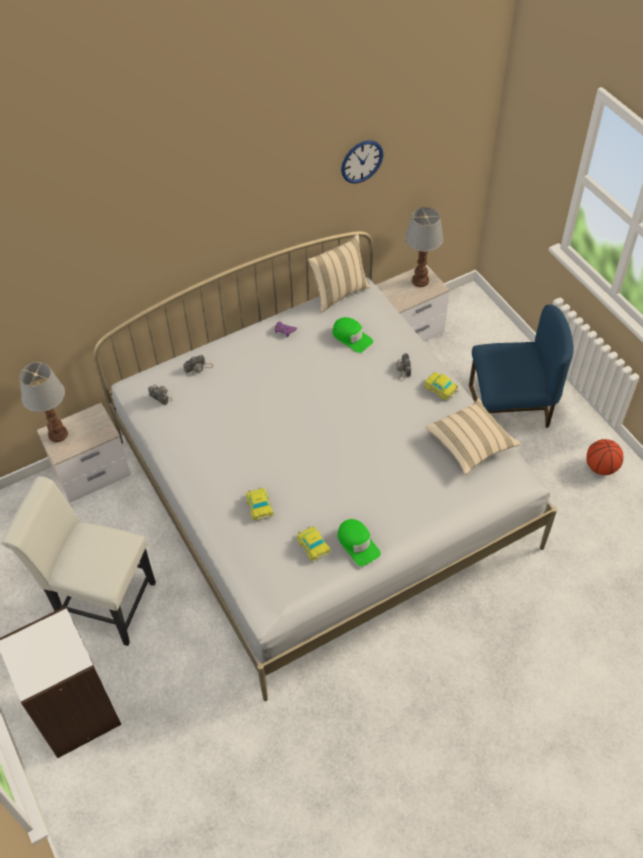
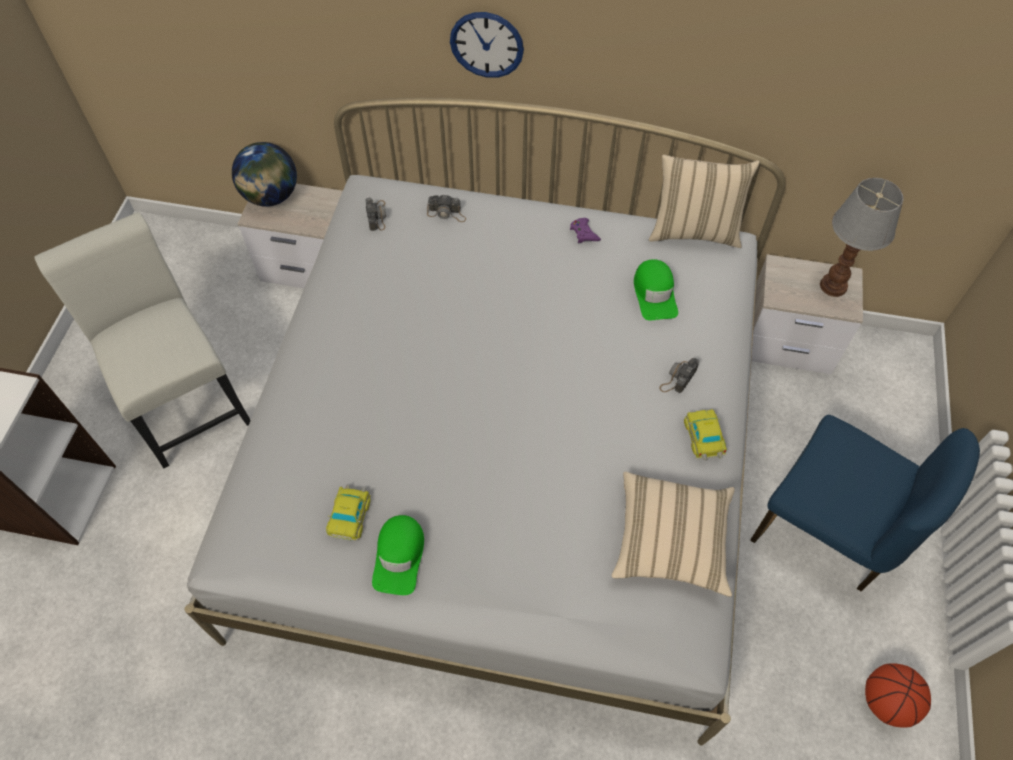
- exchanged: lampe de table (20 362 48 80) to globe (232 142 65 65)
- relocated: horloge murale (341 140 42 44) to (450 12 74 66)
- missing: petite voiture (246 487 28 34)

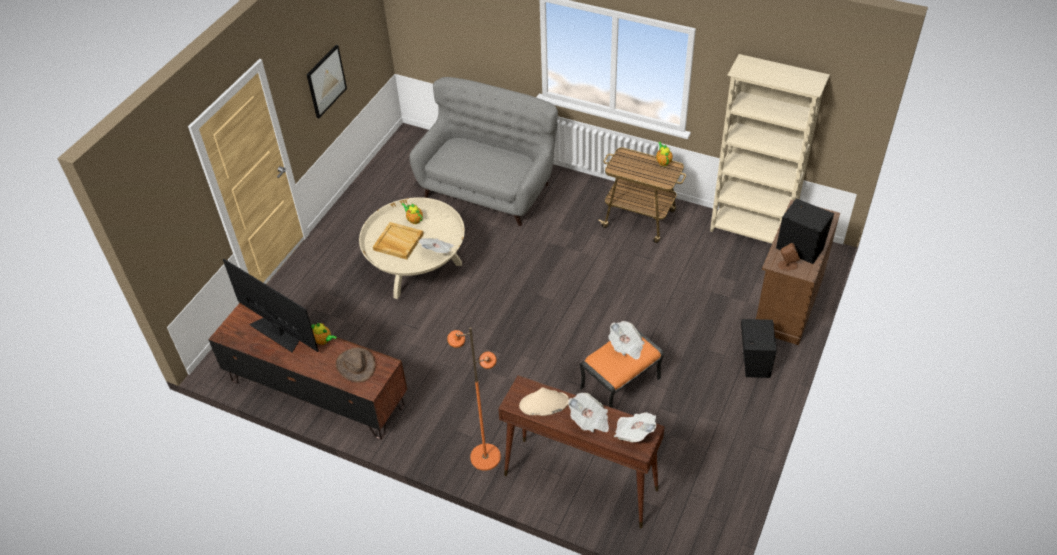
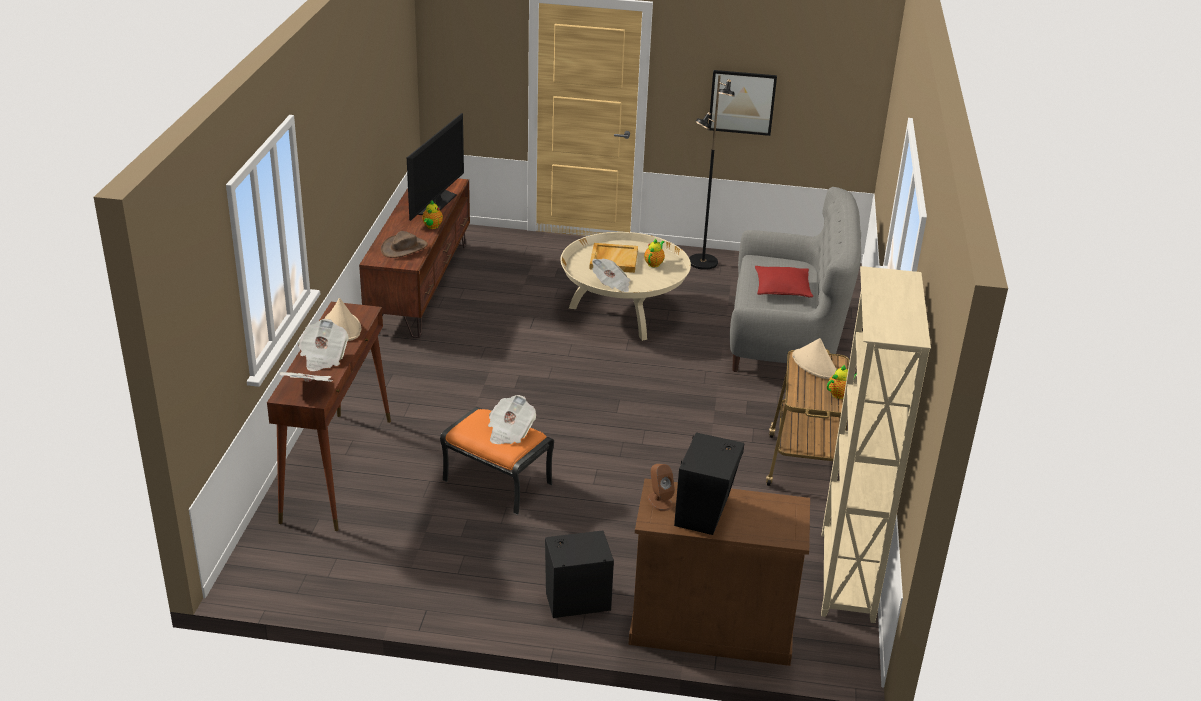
- appeared: lampadaire/noir (689 75 46 195)
- appeared: coussin/rouge (755 266 58 31)
- appeared: chapeau/beige (792 338 44 41)
- missing: lampadaire/orange (447 327 54 144)

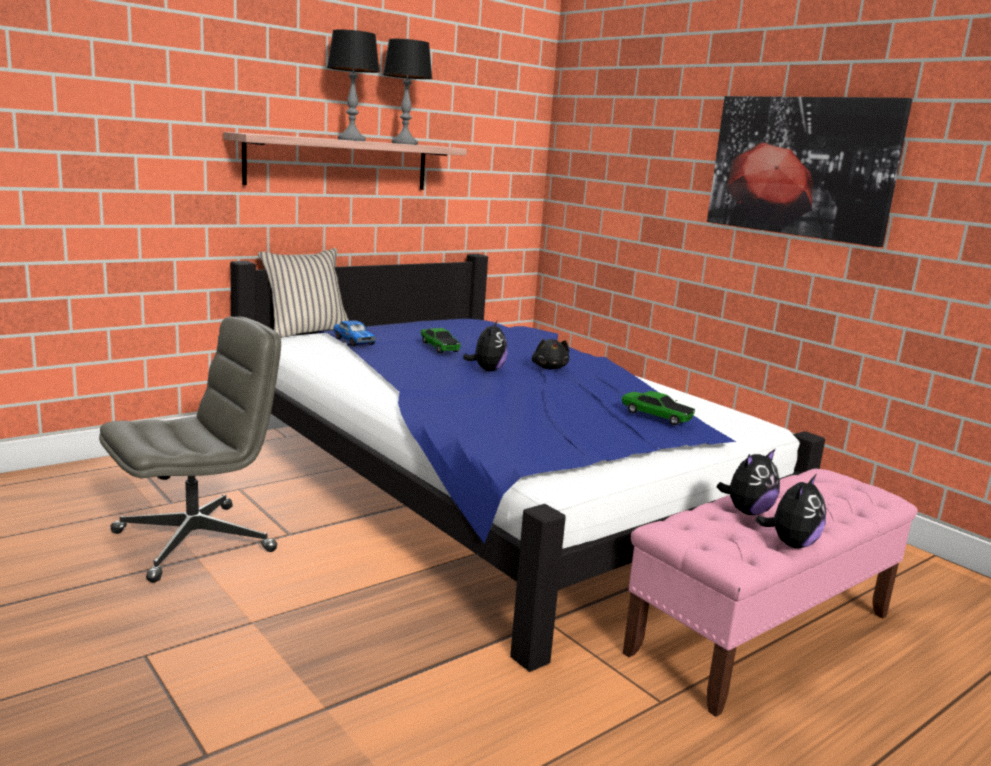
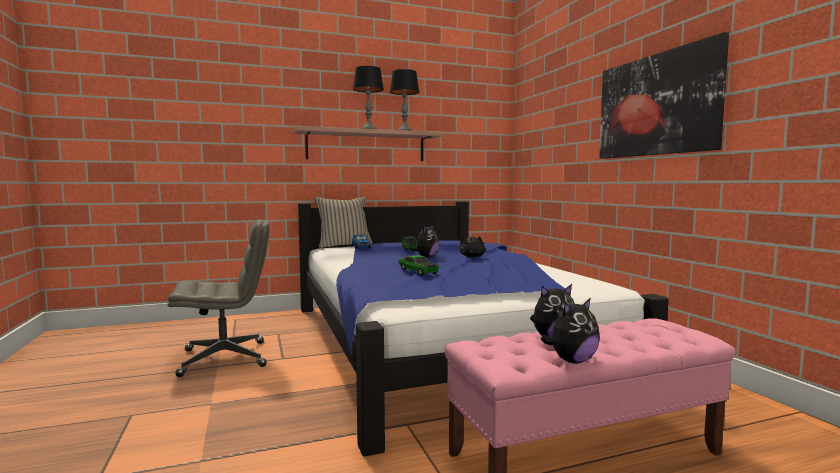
- relocated: petite voiture (622 391 73 34) to (398 255 41 21)

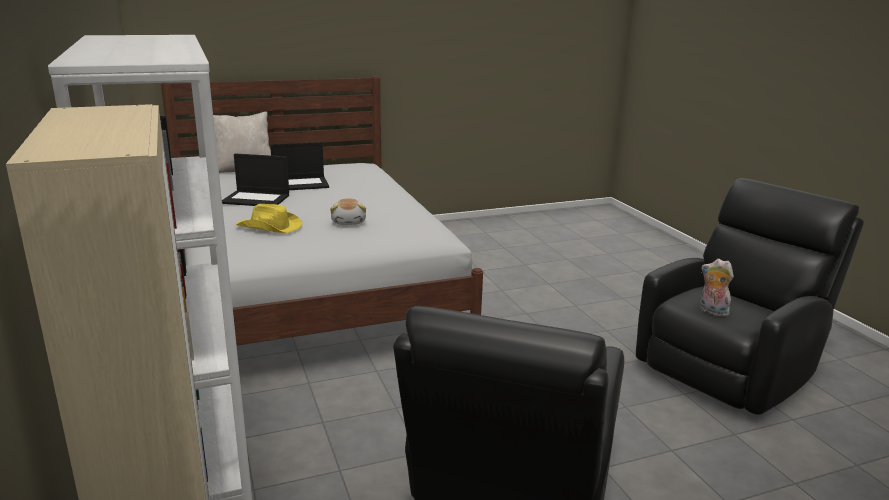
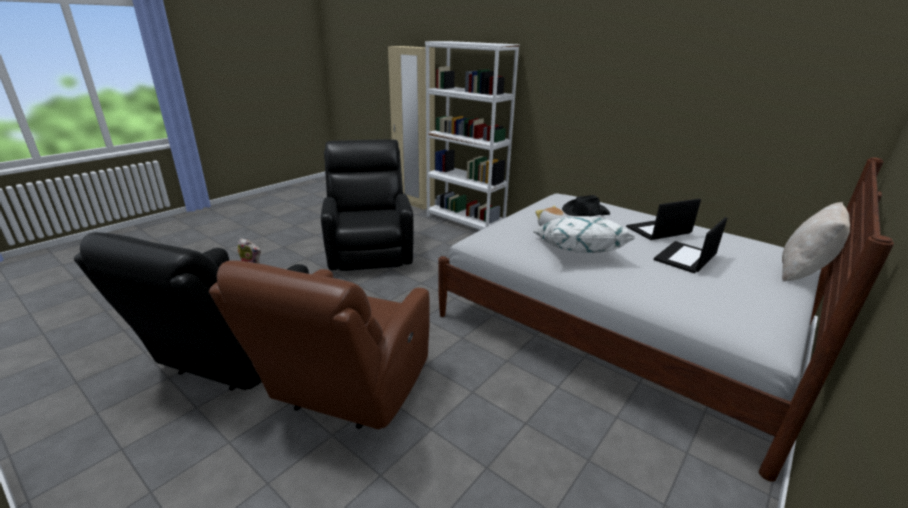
- appeared: fauteuil/marron (209 260 221 169)
- appeared: coussin/blanc (533 216 103 37)
- colour: chapeau/jaune (236 204 66 29) to chapeau/noir (562 195 48 21)

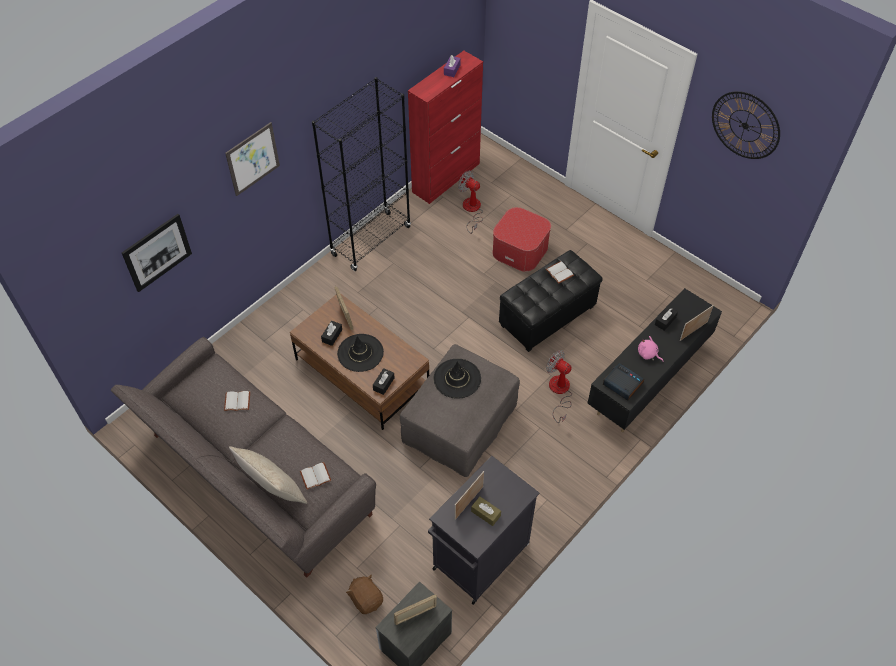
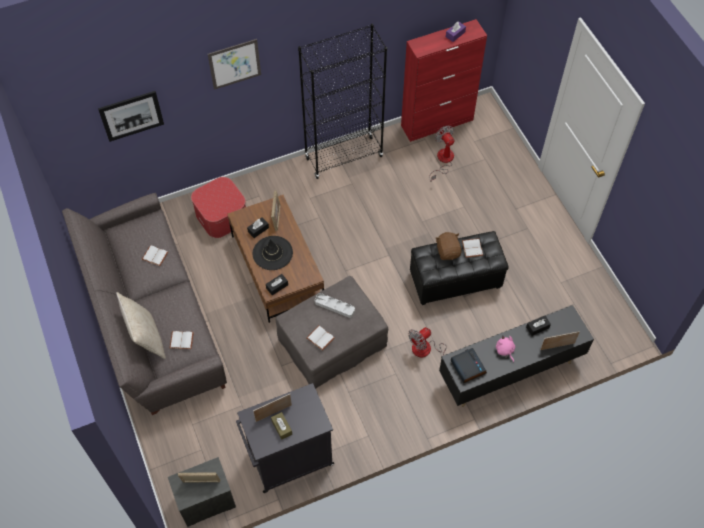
- relocated: pouf (493 207 58 65) to (191 177 55 61)
- appeared: livre/blanc (307 325 28 26)
- exchanged: chapeau/noir (434 359 47 40) to plateau/gris (315 293 40 25)
- spun: ventilateur (546 350 26 73) = (408 327 59 31) 105 degrees counterclockwise
- relocated: peluche/marron (346 575 37 39) to (436 232 26 28)
- missing: horloge murale (712 91 68 68)

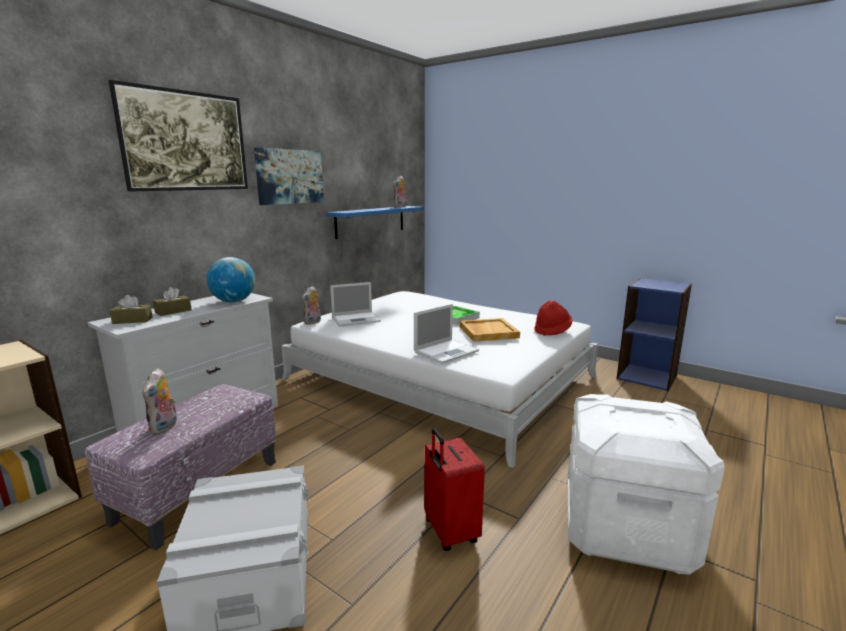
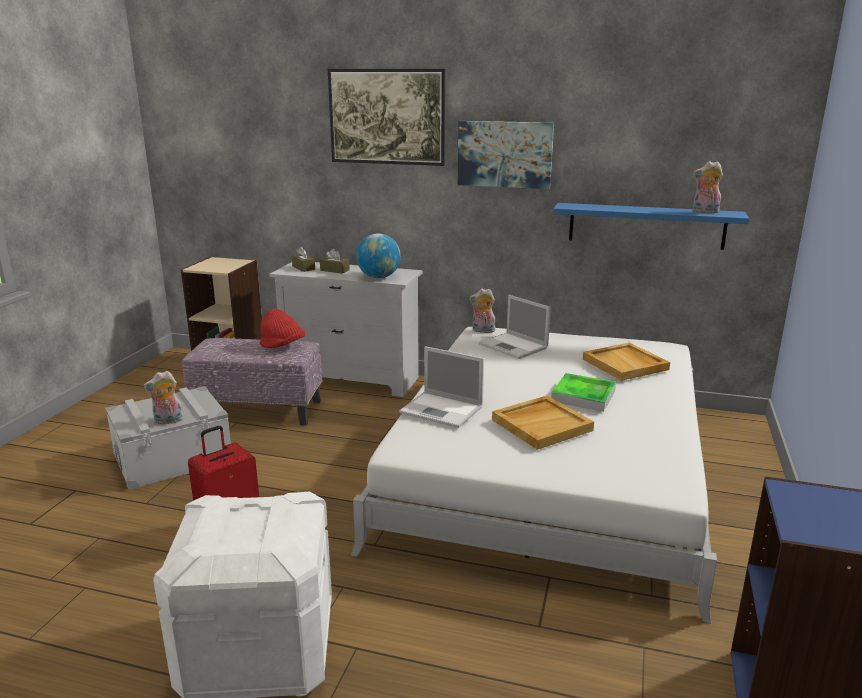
- relocated: peluche (142 368 35 67) to (144 371 40 54)
- relocated: chapeau/rouge (534 300 39 36) to (260 309 45 39)
- appeared: plateau/beige (583 343 87 38)

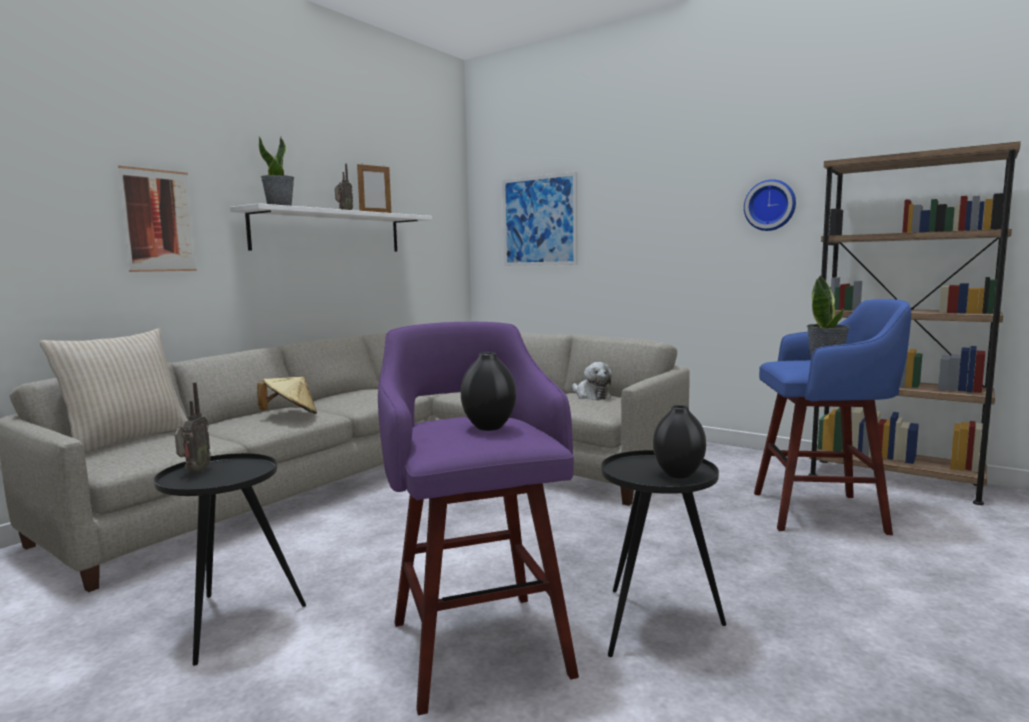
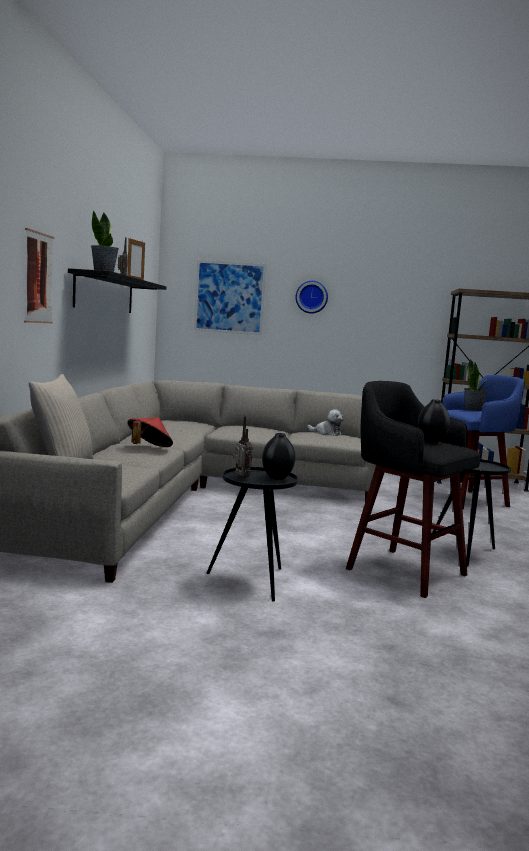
- colour: étagère/blanc (230 203 202 49) to étagère/noir (68 268 98 45)
- colour: chapeau/beige (257 377 60 37) to chapeau/rouge (127 417 46 30)
- relocated: vase/noir (653 405 53 74) to (262 433 33 47)
- relocated: horloge murale (744 179 52 52) to (296 281 32 33)
- colour: tabouret/violet (378 322 201 393) to tabouret/noir (346 381 135 217)

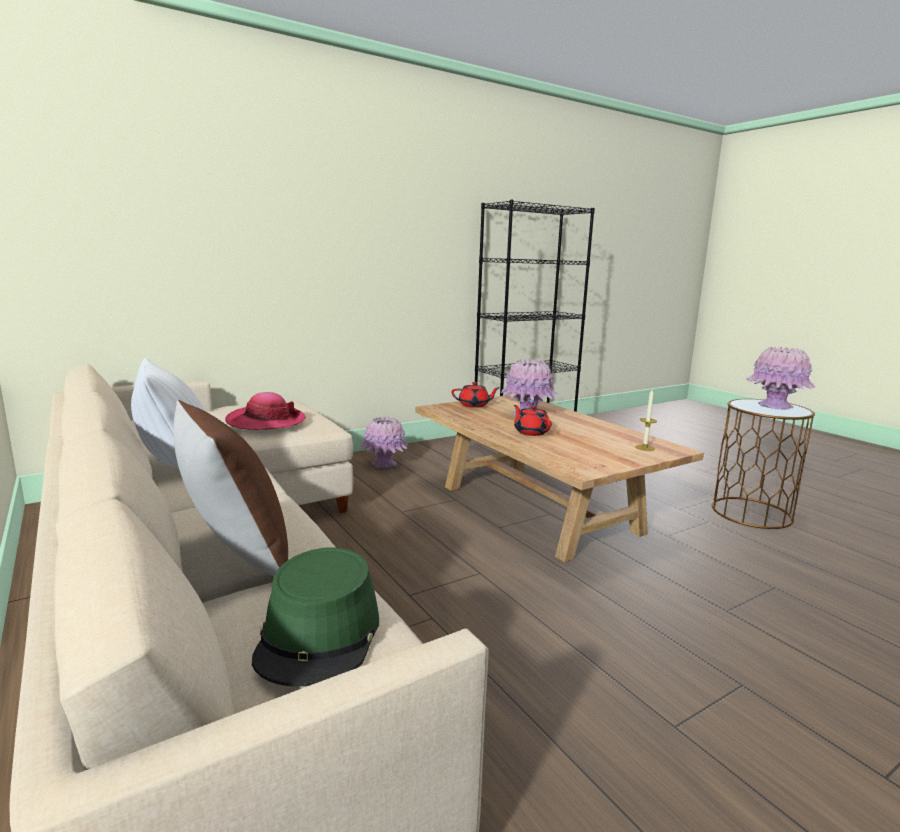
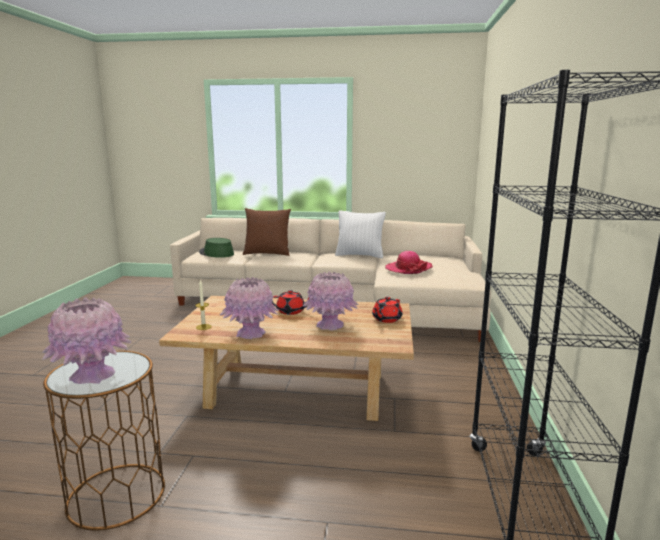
- relocated: vase/rose (359 417 49 51) to (220 277 59 62)

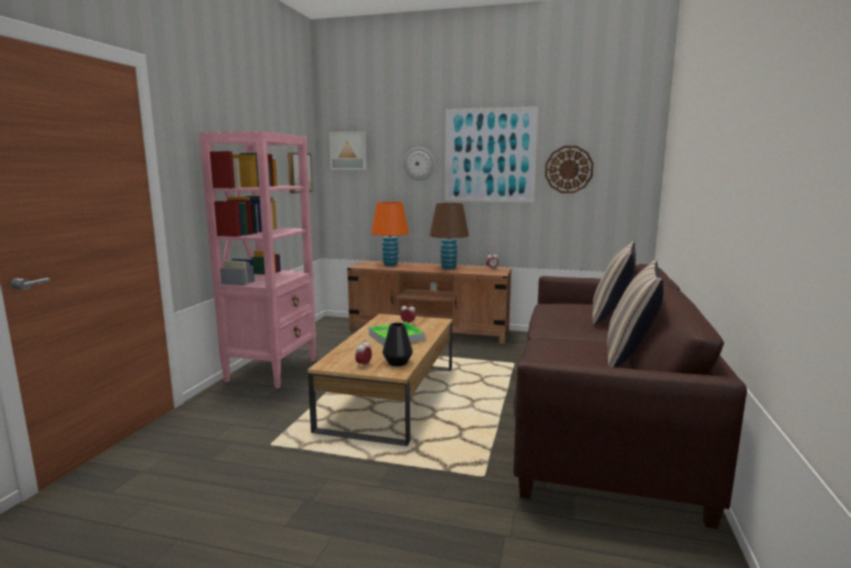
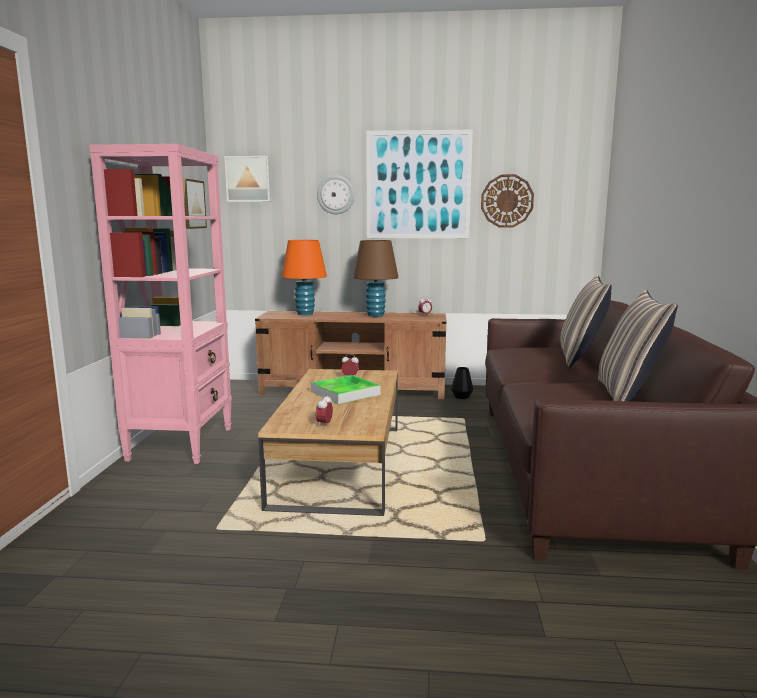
- relocated: vase/noir (382 323 31 43) to (451 367 23 32)

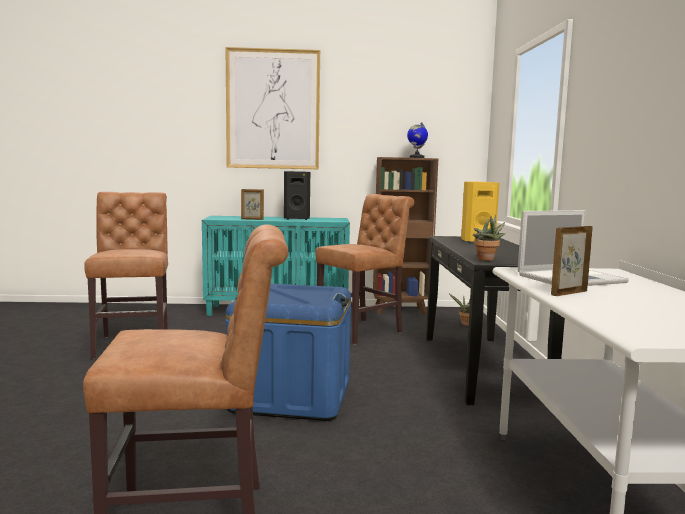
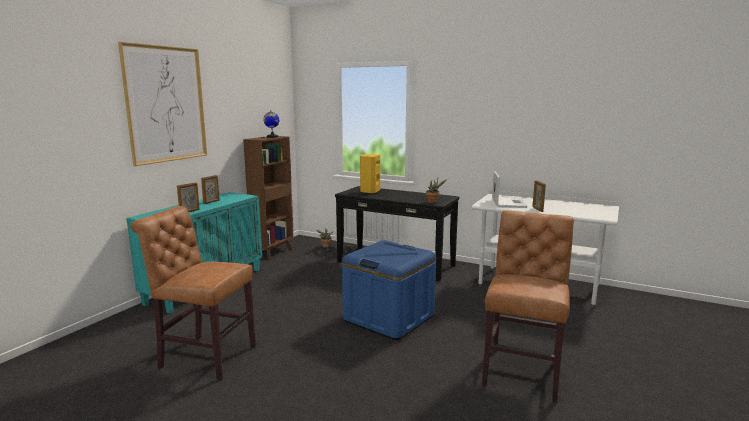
- exchanged: enceinte/noir (284 171 26 49) to cadre photo (201 175 19 29)
- missing: chaise/marron (316 194 98 150)

